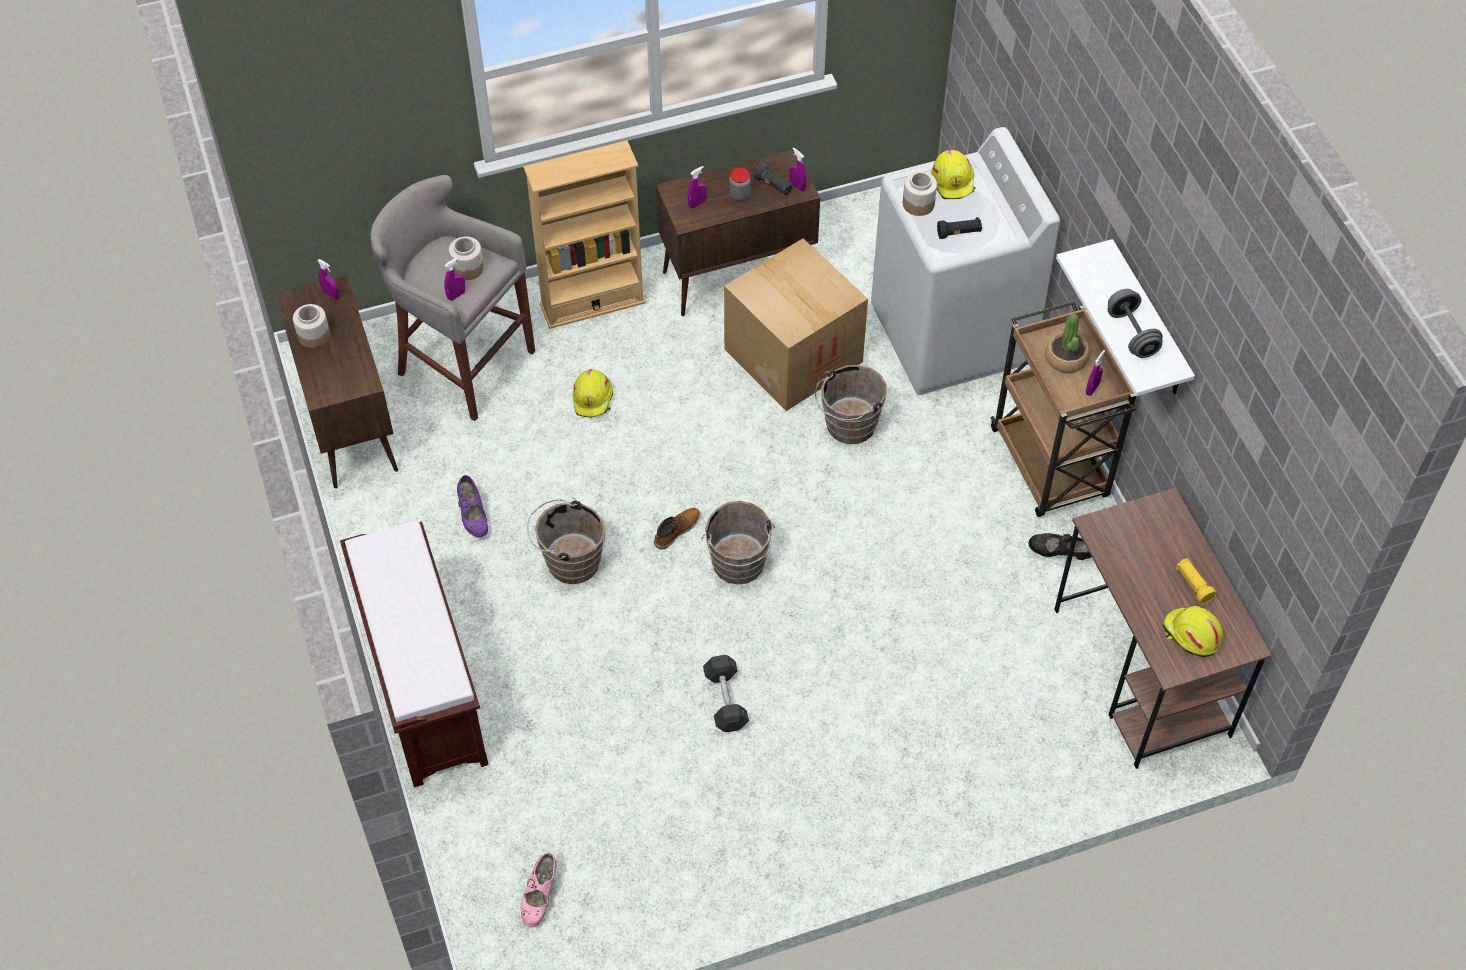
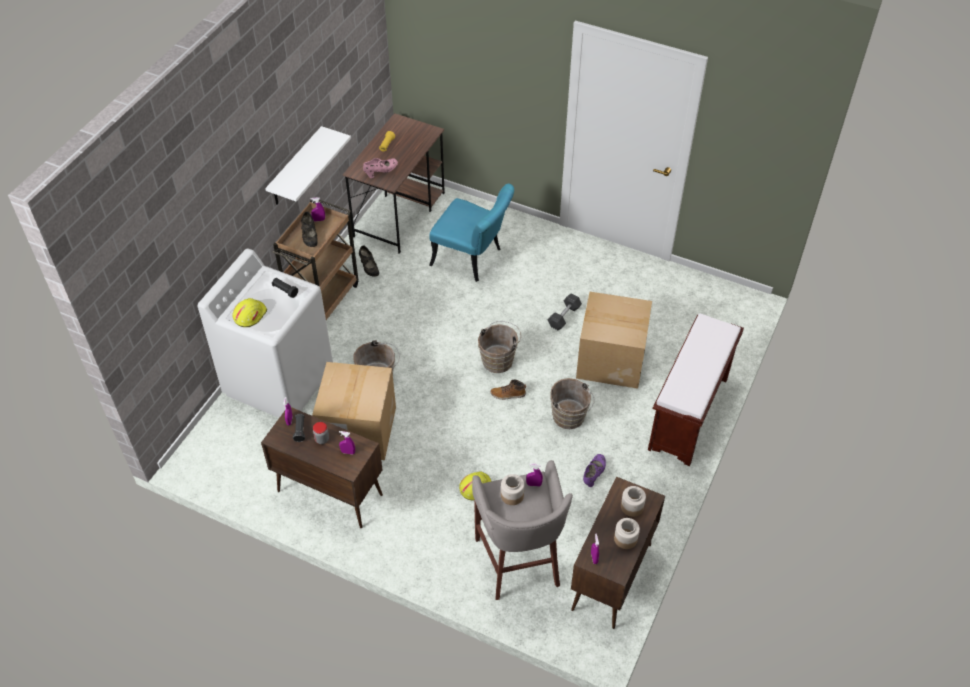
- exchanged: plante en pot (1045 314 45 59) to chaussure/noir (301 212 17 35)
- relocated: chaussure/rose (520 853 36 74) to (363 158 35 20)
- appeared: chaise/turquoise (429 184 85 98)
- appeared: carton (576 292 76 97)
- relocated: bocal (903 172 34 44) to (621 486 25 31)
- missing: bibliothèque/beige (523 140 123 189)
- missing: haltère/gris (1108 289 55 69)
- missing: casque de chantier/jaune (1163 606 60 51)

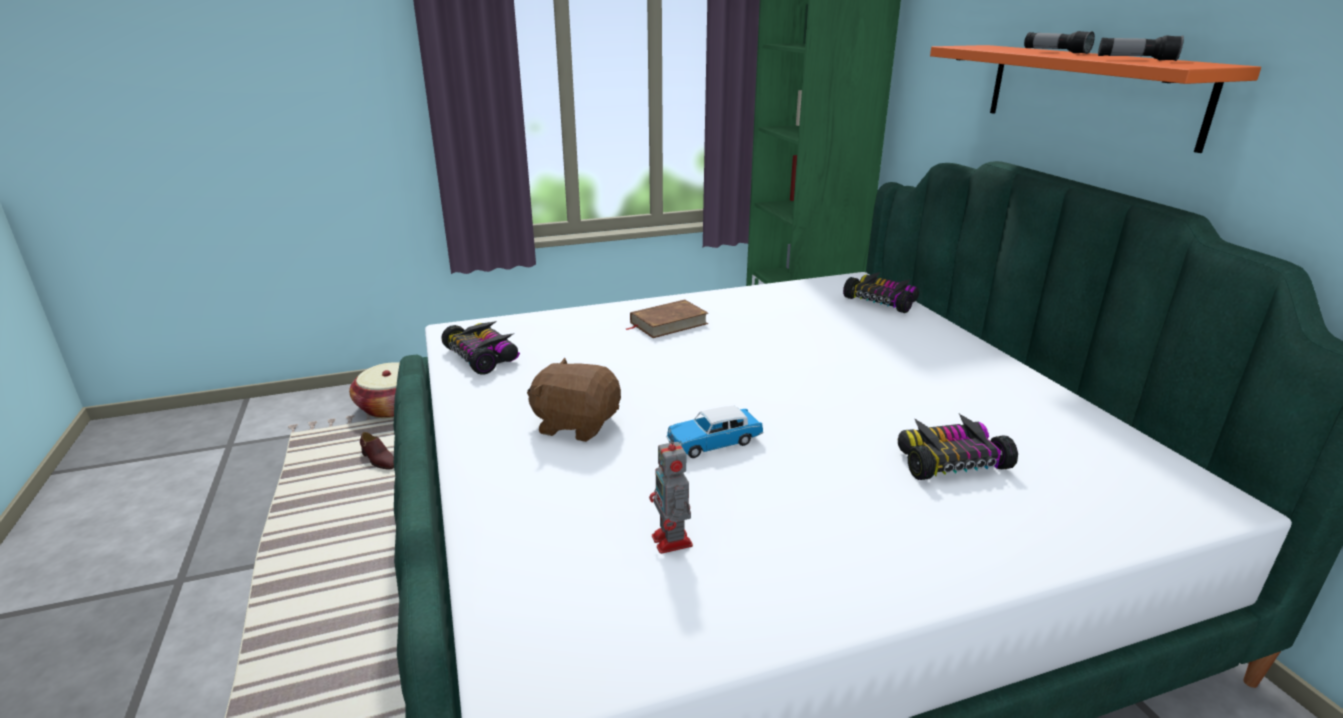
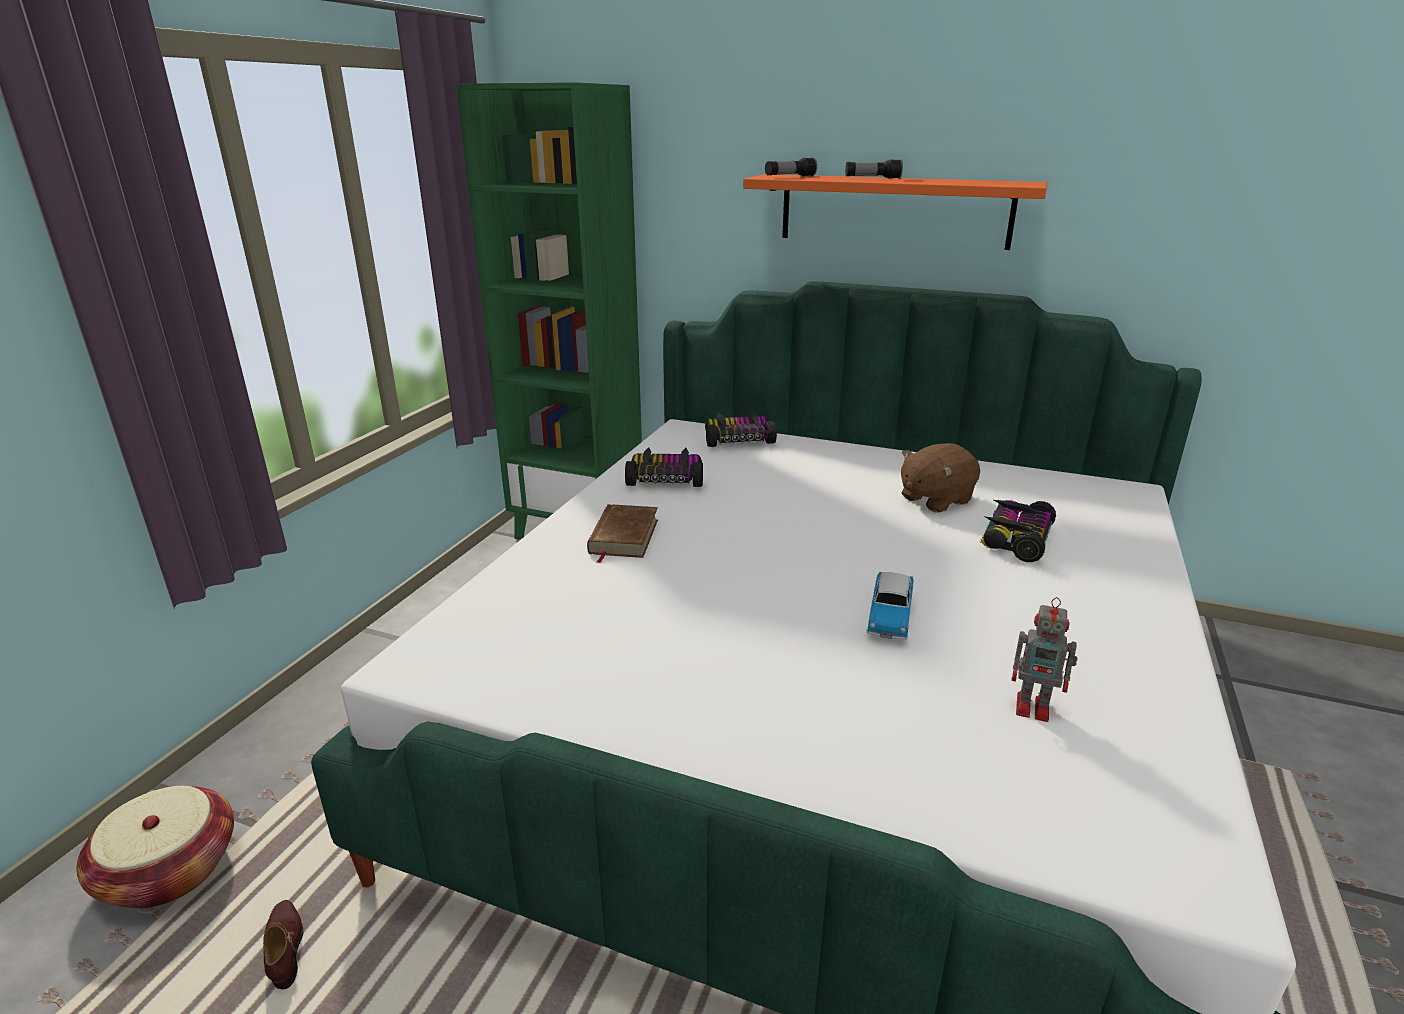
- spun: chaussure/marron (360 432 34 38) = (263 900 41 89) 105 degrees counterclockwise
- relocated: petite voiture (441 321 79 54) to (625 447 78 40)
- relocated: lampe de poche (1098 35 86 26) to (765 157 52 19)
- relocated: peluche/marron (527 358 94 84) to (901 443 79 70)

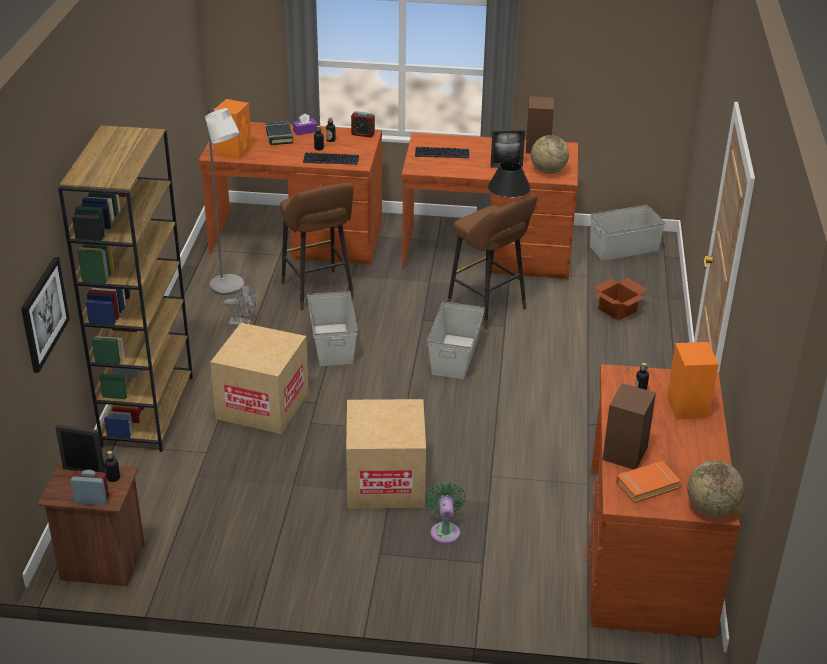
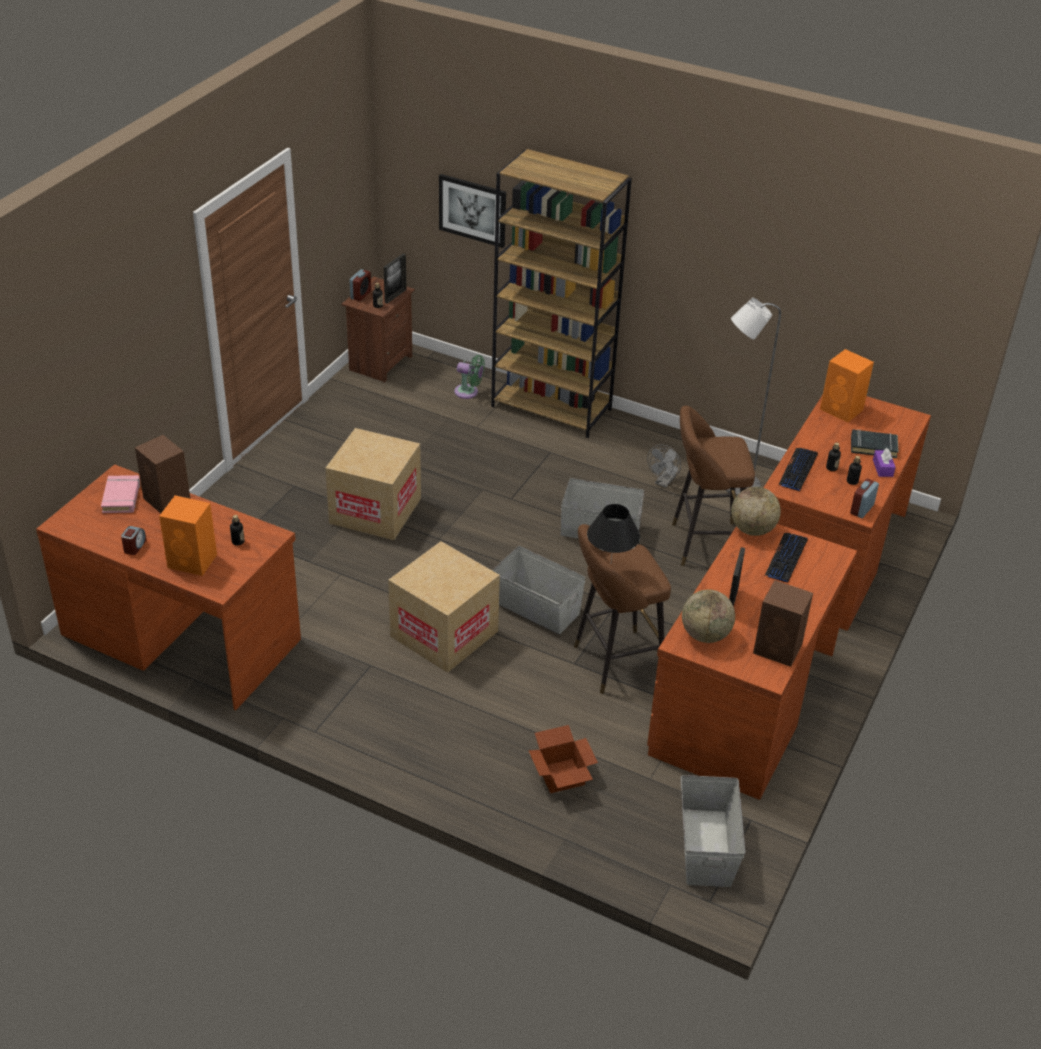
- colour: livre/orange (616 461 65 42) to livre/rose (101 475 39 38)
- appeared: réveil (121 526 25 29)
- relocated: carton (210 323 99 111) to (388 541 112 132)
- relocated: ventilateur/vert (425 482 41 62) to (454 355 31 44)
- relocated: globe (687 461 57 56) to (731 487 50 49)

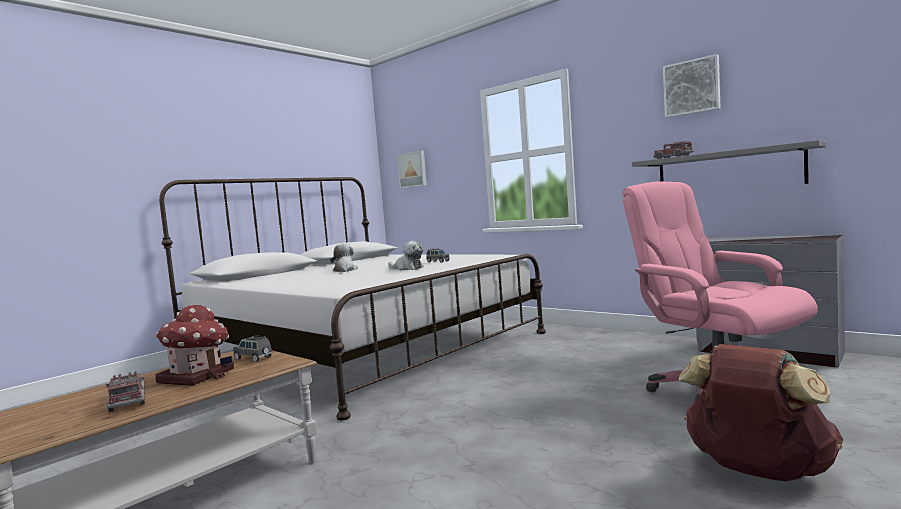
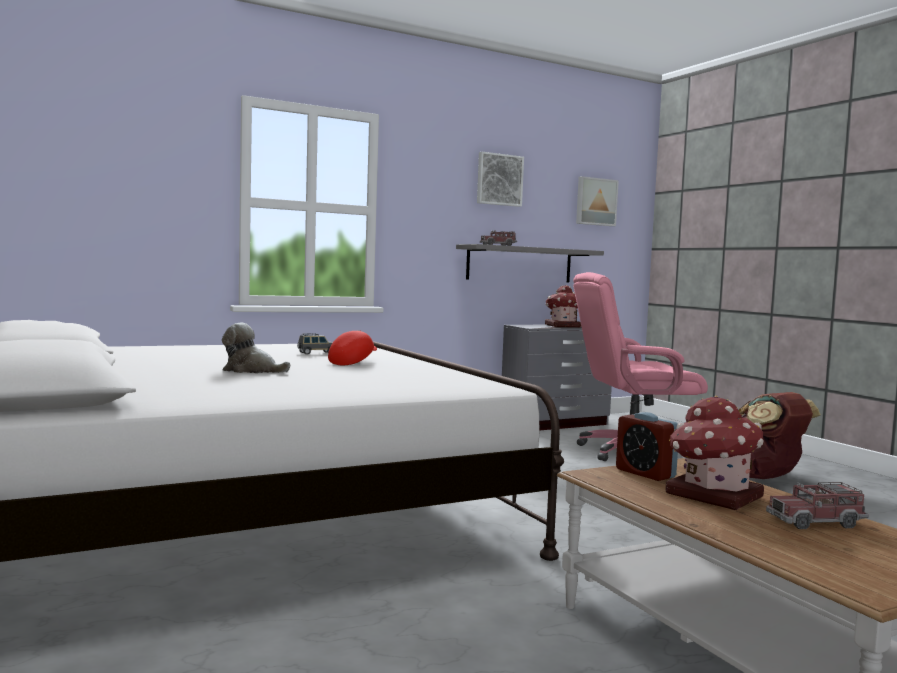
- exchanged: peluche (388 241 36 30) to casquette/rouge (328 330 49 35)
- appeared: maison miniature (545 285 36 42)
- relocated: tableau (397 151 30 37) to (576 176 43 50)
- exchanged: petite voiture/gris (233 335 39 27) to réveil (616 412 62 69)

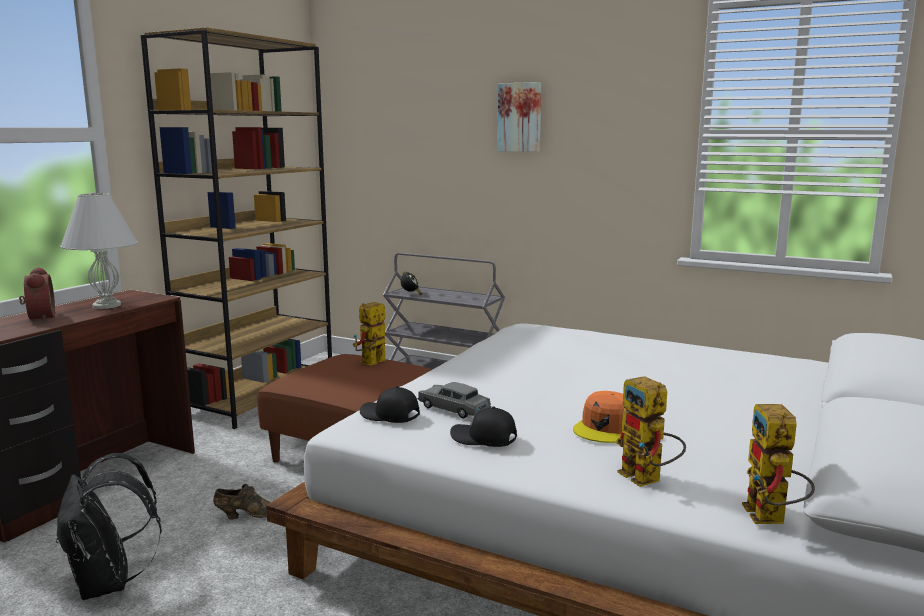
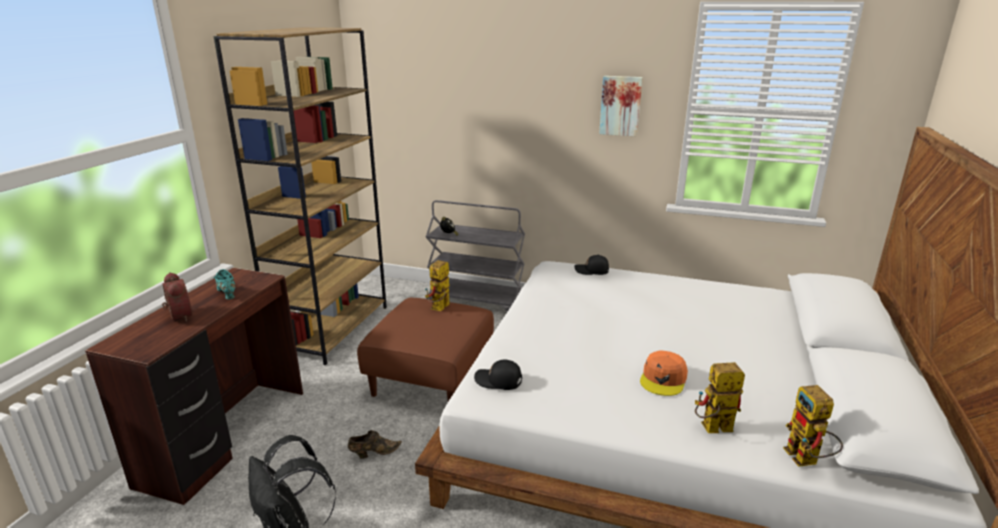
- exchanged: lampe de table/blanc (60 192 78 117) to chaussure/turquoise (214 269 21 30)
- relocated: casquette/noir (450 407 67 40) to (574 254 35 21)
- relocated: tableau (497 82 45 70) to (599 76 44 60)
- spun: robot jouet (616 376 70 111) = (695 362 50 71) 120 degrees clockwise
- missing: petite voiture/gris (417 382 75 36)

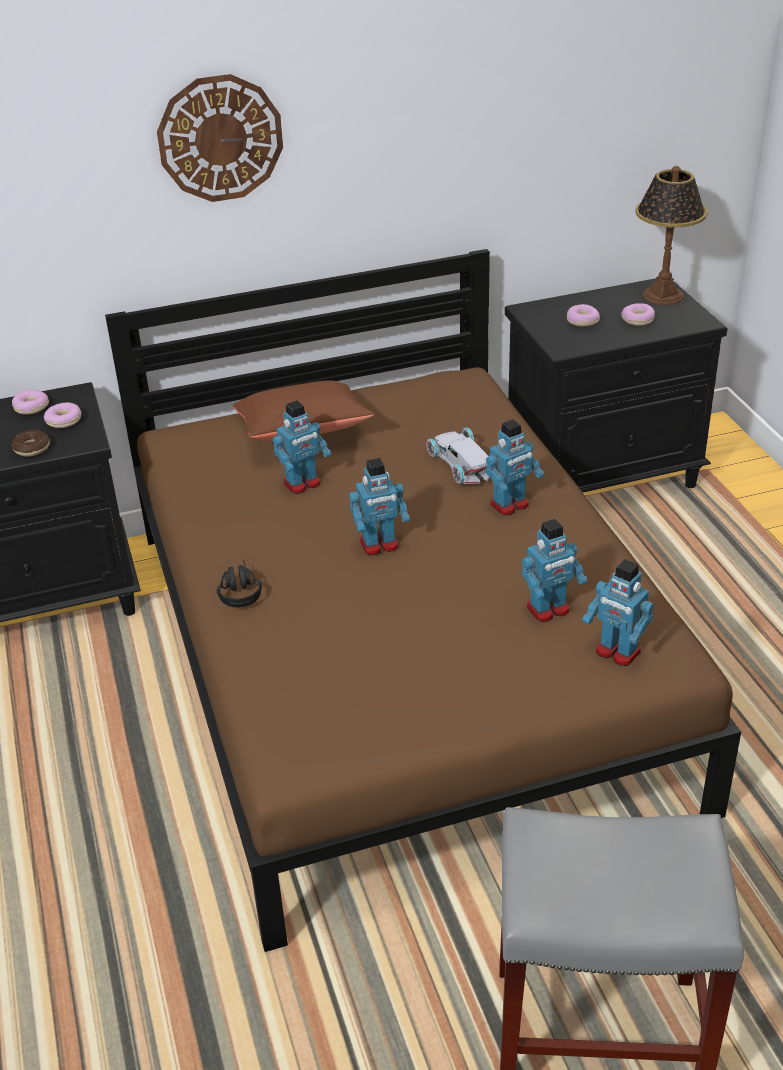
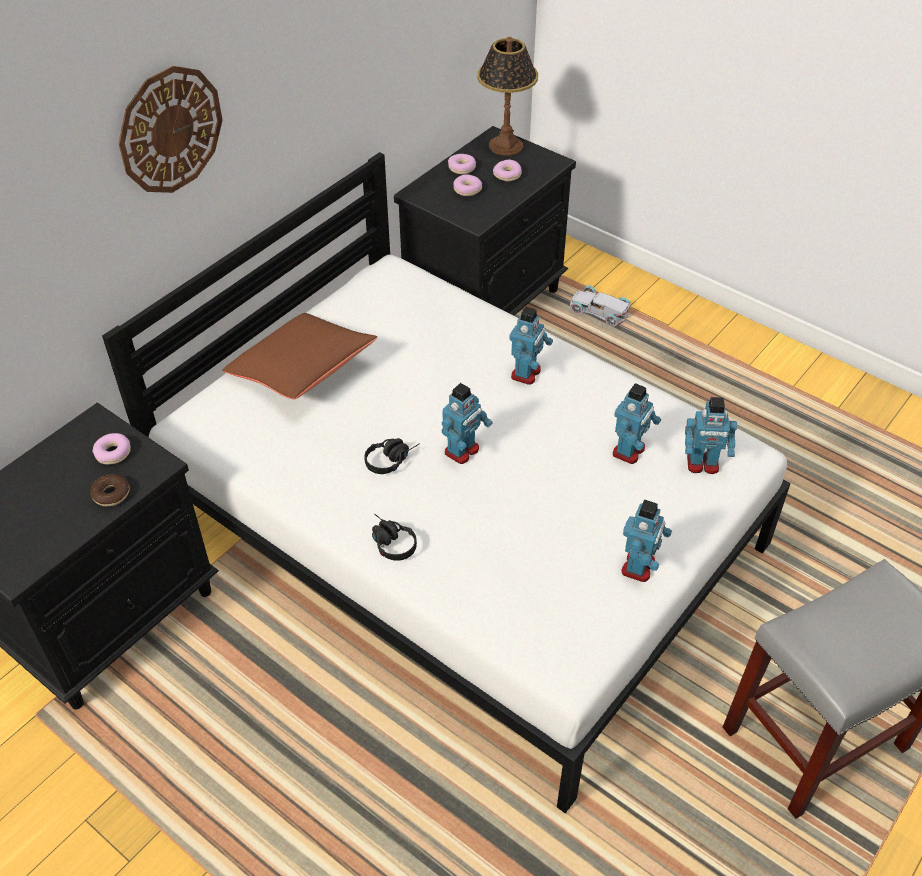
- colour: lit/marron (105 249 636 703) to lit/blanc (102 152 689 661)
- appeared: casque audio/noir (365 438 55 36)
- relocated: beignet (12 390 37 25) to (448 154 28 20)
- relocated: petite voiture/blanc (426 427 65 57) to (569 285 62 42)
- relocated: robot jouet (273 401 58 93) to (621 500 51 82)

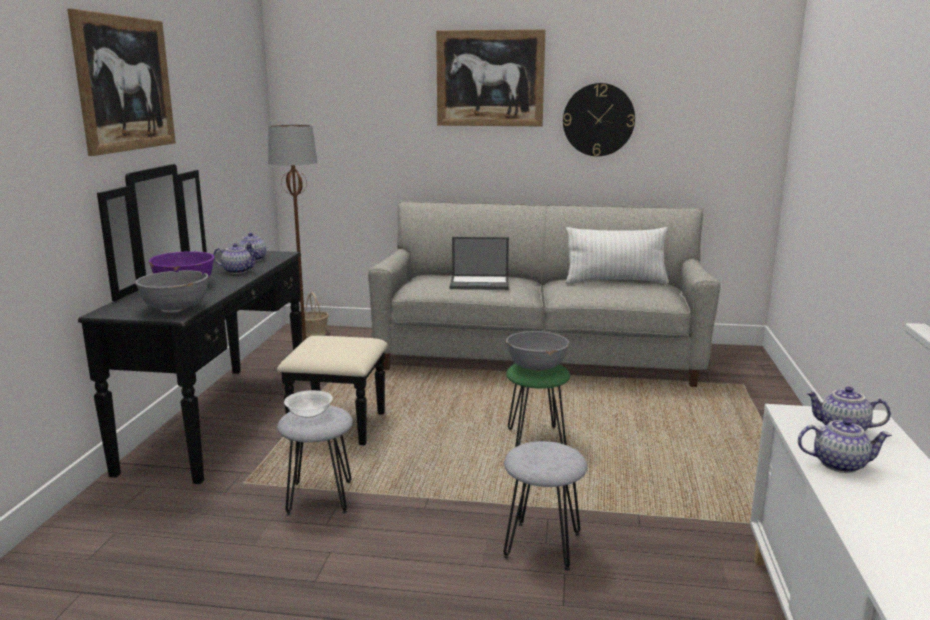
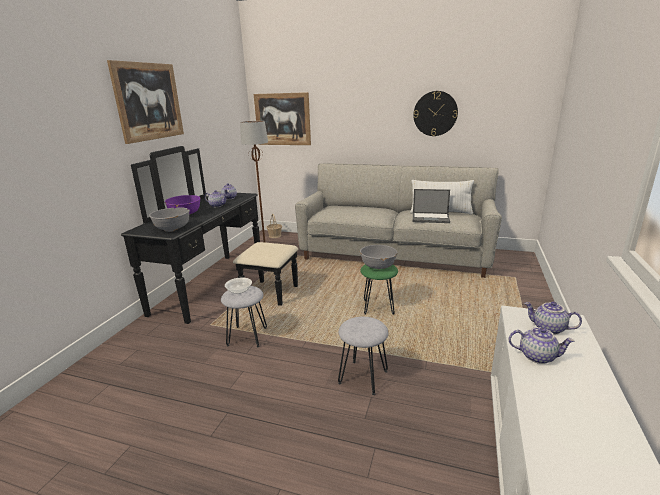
- relocated: tableau (436 29 109 97) to (254 92 57 53)
- relocated: ordinateur portable (450 237 59 53) to (413 189 37 34)

